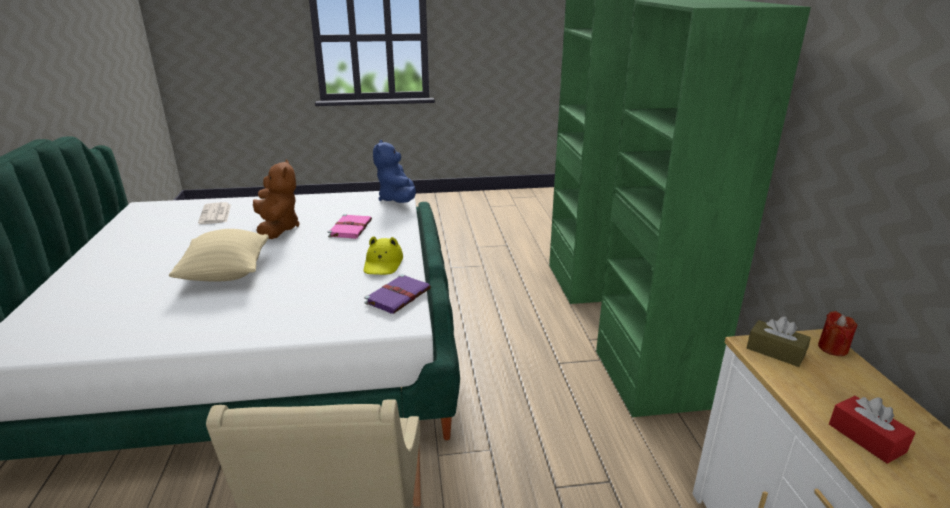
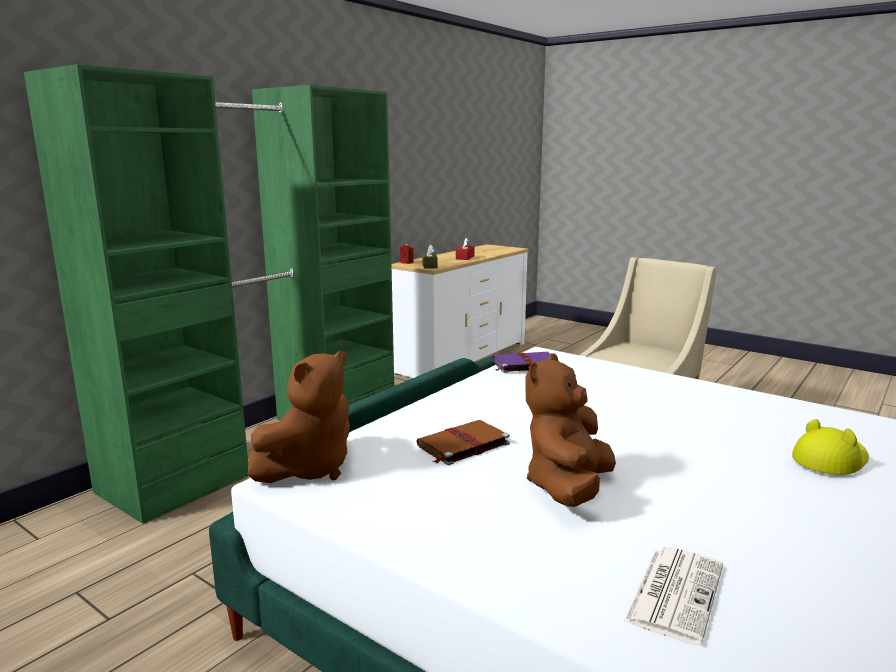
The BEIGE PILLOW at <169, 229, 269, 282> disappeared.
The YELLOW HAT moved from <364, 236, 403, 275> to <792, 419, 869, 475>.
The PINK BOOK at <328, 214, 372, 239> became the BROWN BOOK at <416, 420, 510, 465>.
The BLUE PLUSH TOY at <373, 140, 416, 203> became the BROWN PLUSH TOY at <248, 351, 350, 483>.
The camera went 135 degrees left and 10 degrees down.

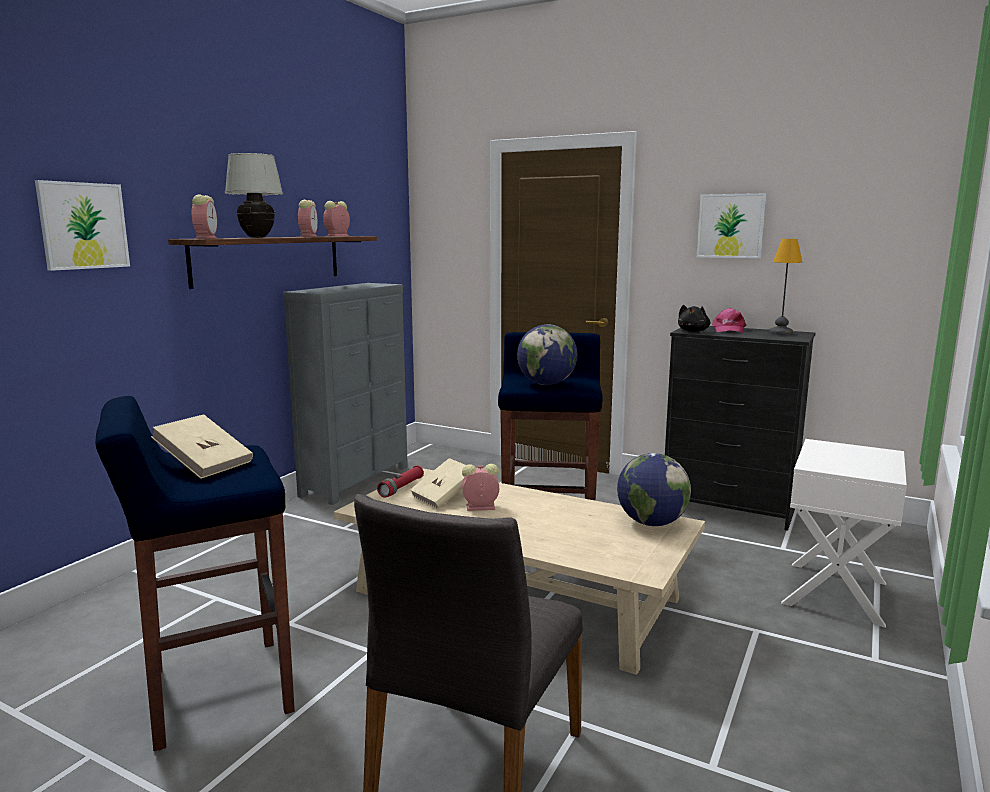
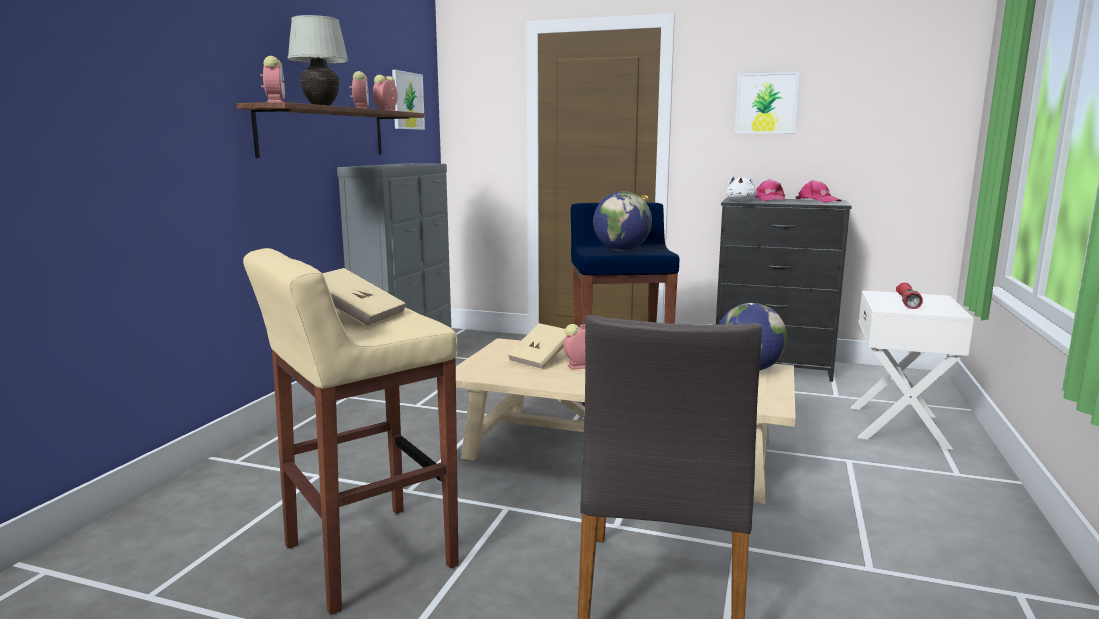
The PICTURE moved from <35, 180, 130, 271> to <392, 70, 425, 130>.
The RED FLASHLIGHT moved from <377, 465, 424, 498> to <896, 283, 923, 309>.
The TABLE LAMP at <769, 239, 802, 335> was replaced by the PINK CAP at <796, 180, 842, 203>.
The BLUE STOOL at <95, 396, 295, 751> became the BEIGE STOOL at <243, 248, 459, 615>.
The BLACK PLUSH TOY at <678, 305, 710, 332> became the WHITE PLUSH TOY at <726, 176, 757, 201>.
The camera went 10 degrees left and 0 degrees up.

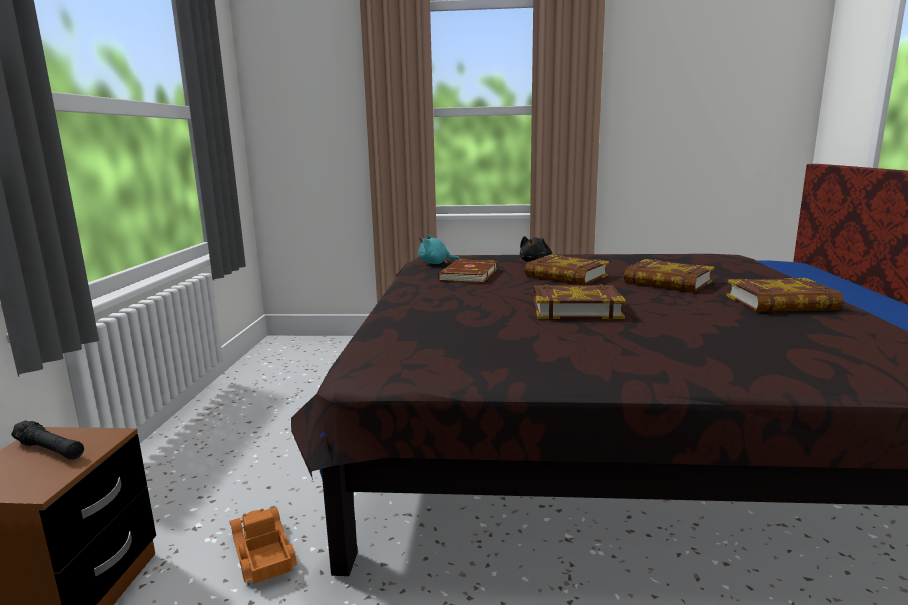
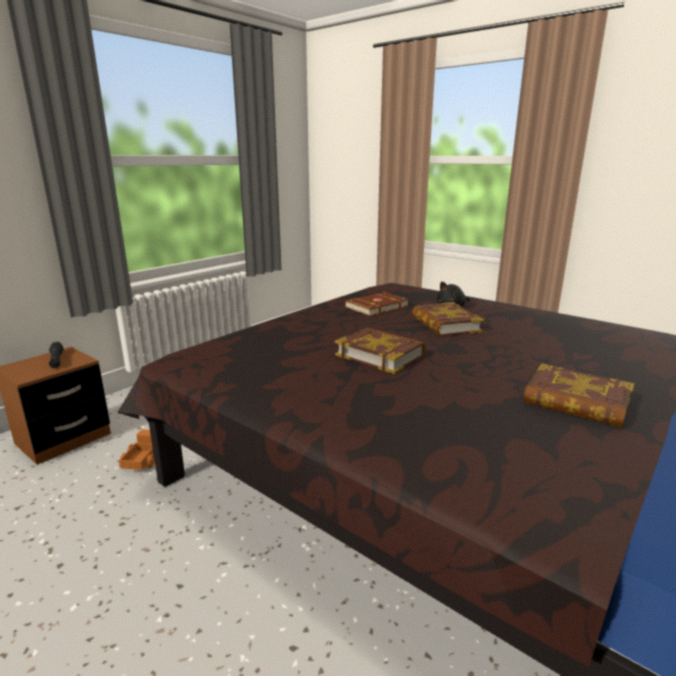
The TURQUOISE PLUSH TOY at <418, 235, 460, 264> disappeared.
The BOOK at <624, 259, 714, 292> disappeared.
The camera went 35 degrees right and 5 degrees up.

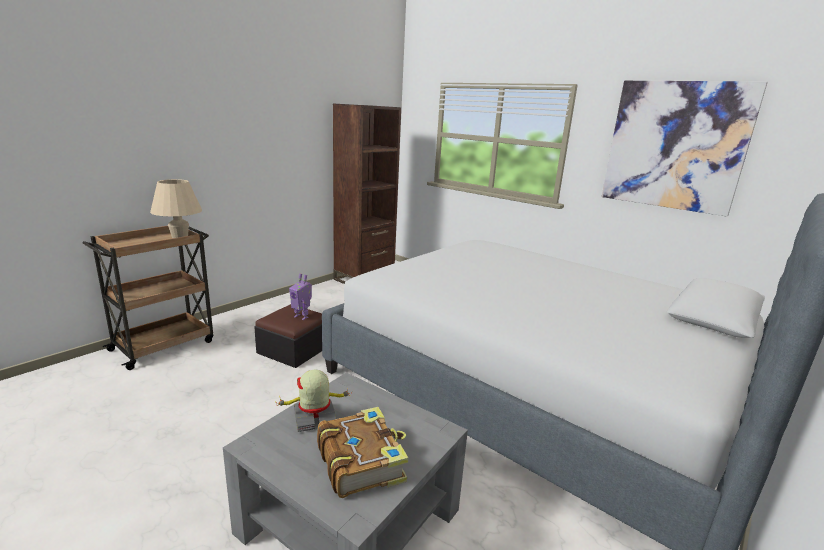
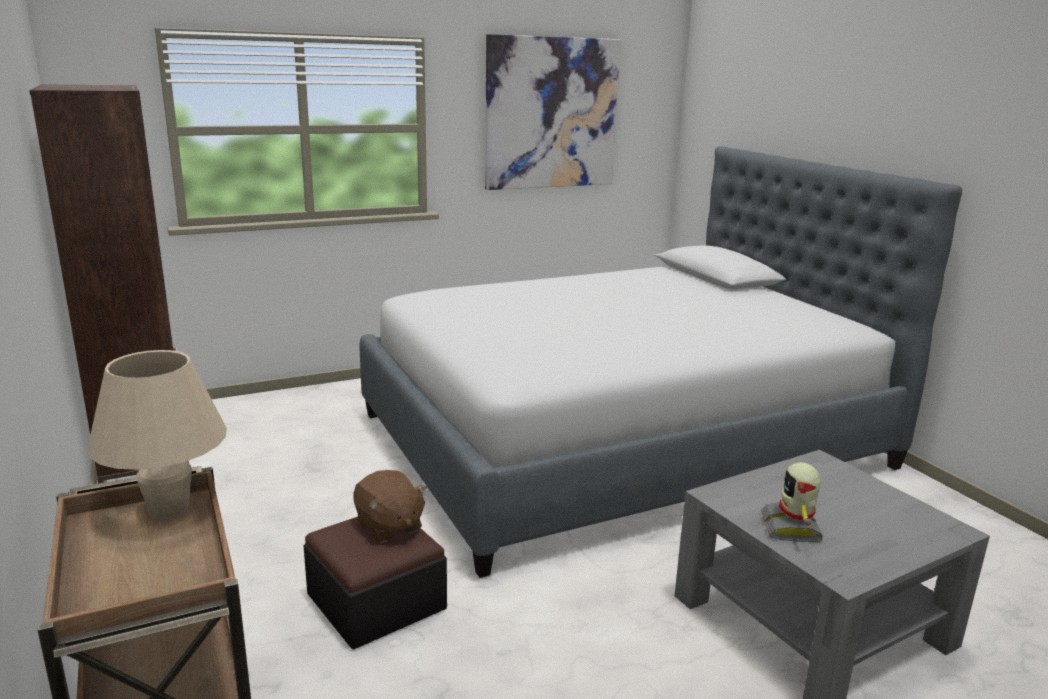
The BOOK at <317, 407, 408, 498> disappeared.
The TOY ROBOT at <289, 273, 312, 320> was replaced by the BROWN PLUSH TOY at <353, 470, 427, 543>.
The camera went 65 degrees left and 0 degrees up.

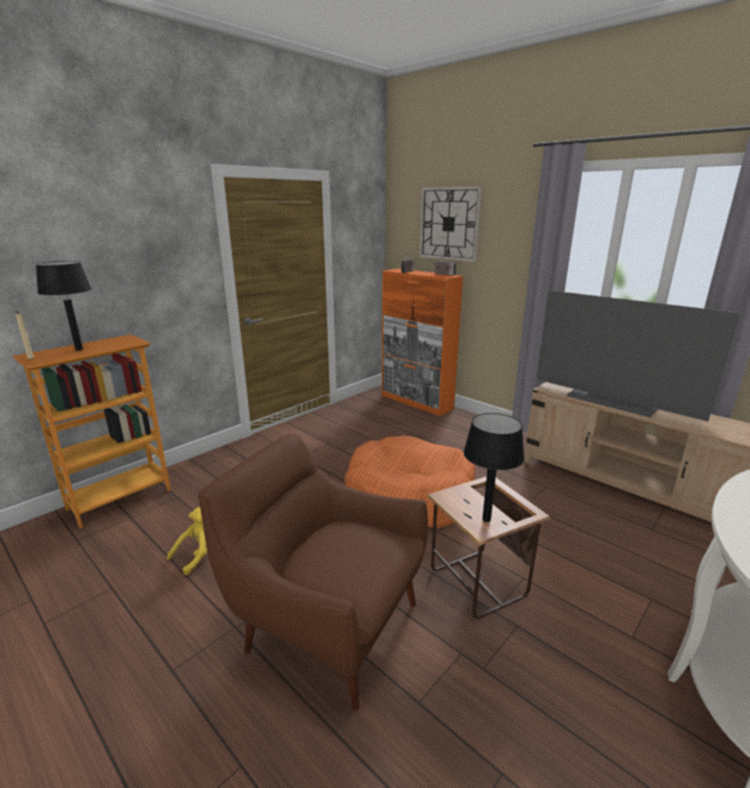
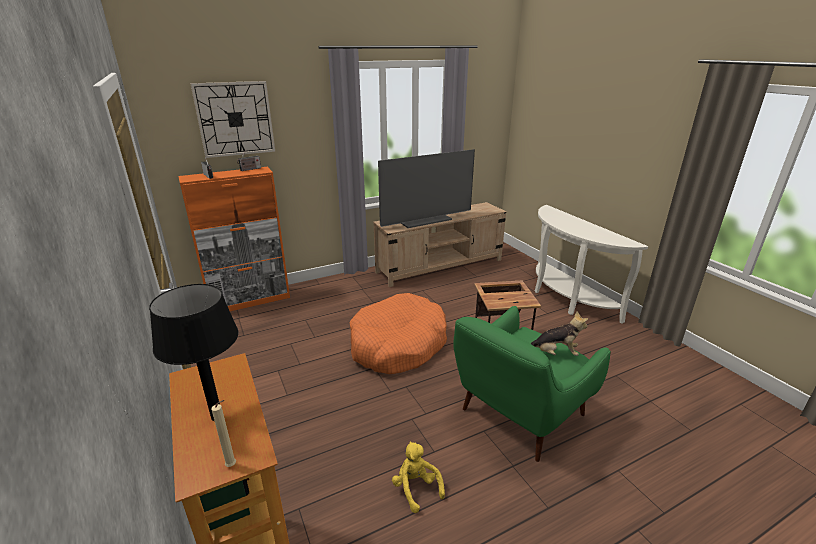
The BLACK TABLE LAMP at <463, 413, 524, 522> disappeared.
The PLUSH TOY at <531, 311, 588, 356> appeared.
The BROWN ARMCHAIR at <198, 434, 428, 711> became the GREEN ARMCHAIR at <453, 306, 611, 462>.
The camera went 70 degrees left and 5 degrees up.

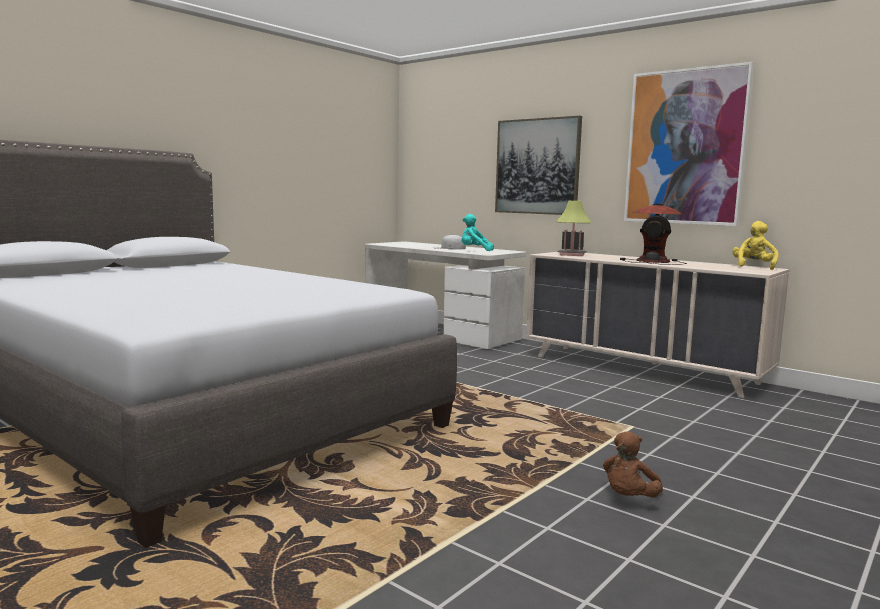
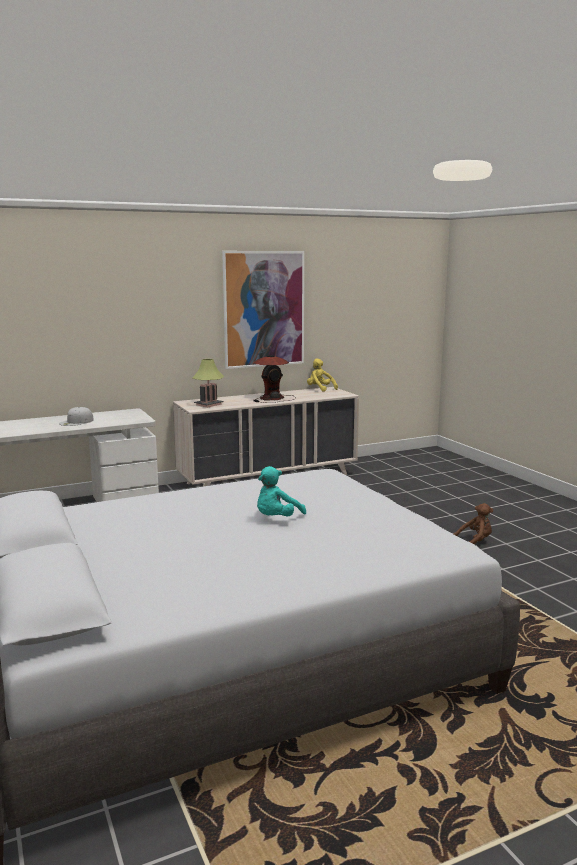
The PICTURE at <495, 116, 582, 215> disappeared.
The TURQUOISE PLUSH TOY moved from <461, 214, 494, 251> to <257, 466, 306, 516>.
The BROWN PLUSH TOY at <603, 432, 663, 498> turned 75 degrees counterclockwise.
The camera went 65 degrees left and 5 degrees up.

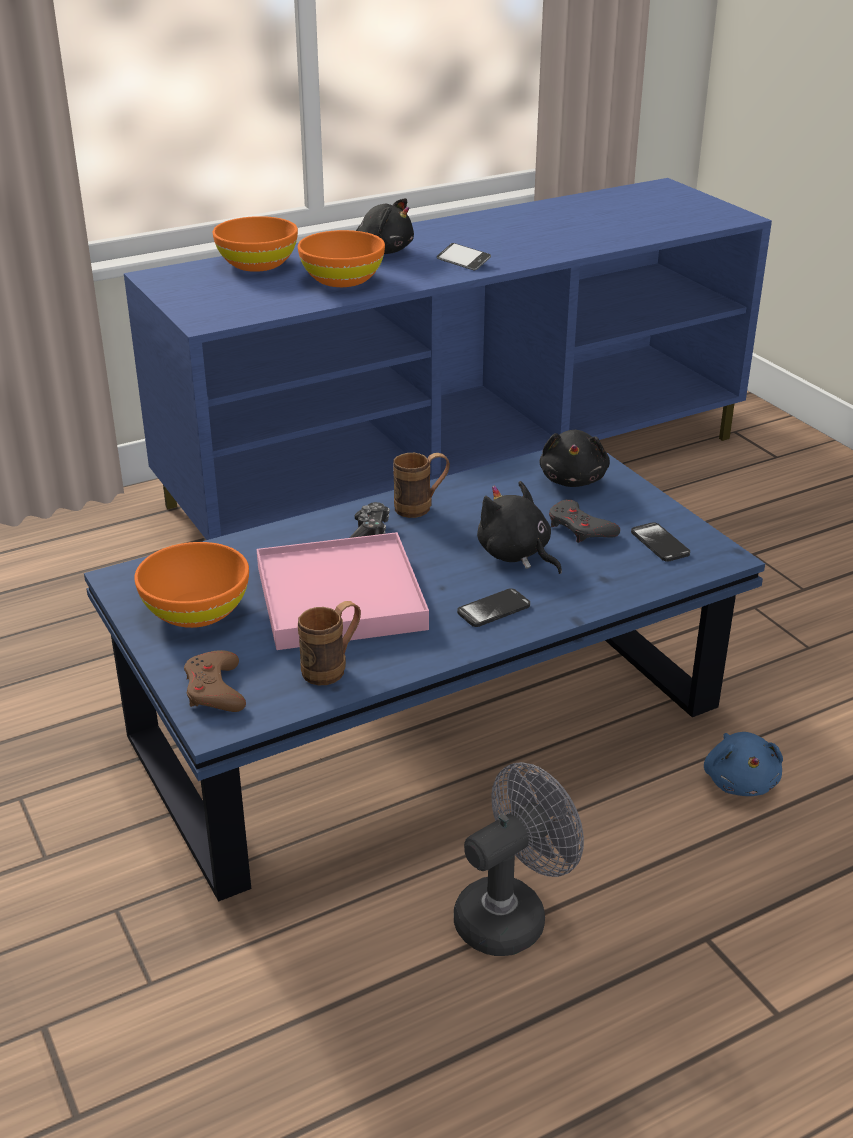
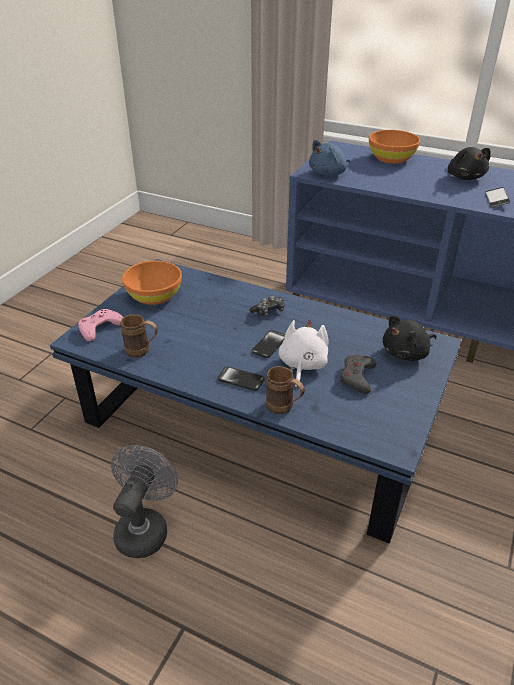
The PINK TRAY at <257, 532, 429, 650> disappeared.
The ORANGE BOWL at <298, 230, 385, 287> disappeared.
The BROWN MUG moved from <393, 453, 450, 518> to <266, 366, 305, 414>.
The PHONE moved from <631, 522, 690, 562> to <252, 330, 285, 358>.
The BLUE PLUSH TOY moved from <704, 732, 783, 796> to <309, 140, 351, 176>.
The BROWN GAME CONTROLLER at <184, 650, 246, 712> became the PINK GAME CONTROLLER at <78, 309, 123, 341>.
The BLACK PLUSH TOY at <477, 481, 562, 574> became the WHITE PLUSH TOY at <279, 319, 328, 388>.
The GREY FAN at <454, 762, 584, 956> turned 90 degrees counterclockwise.
The camera went 55 degrees right and 5 degrees up.

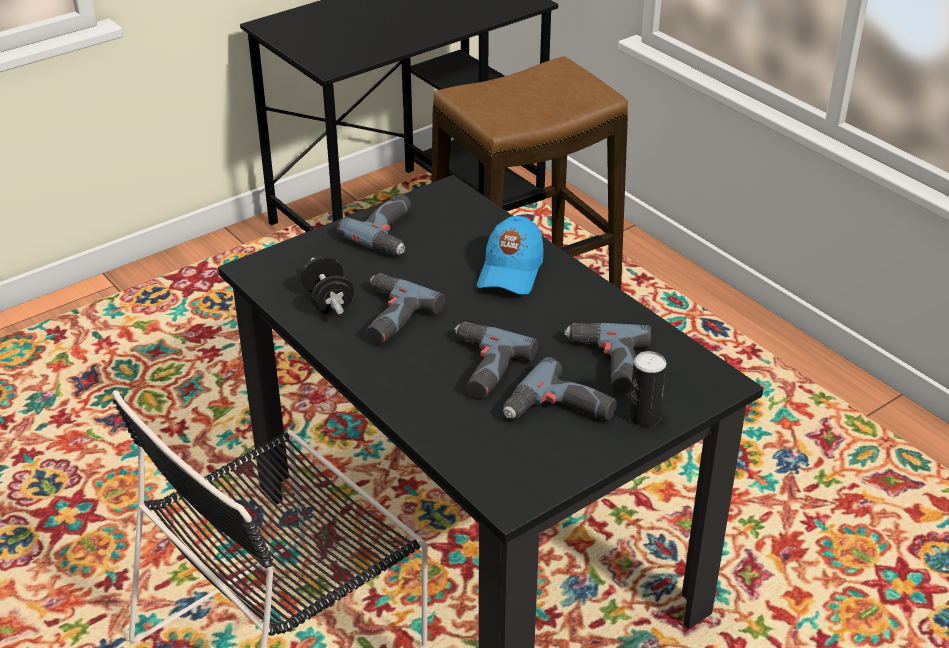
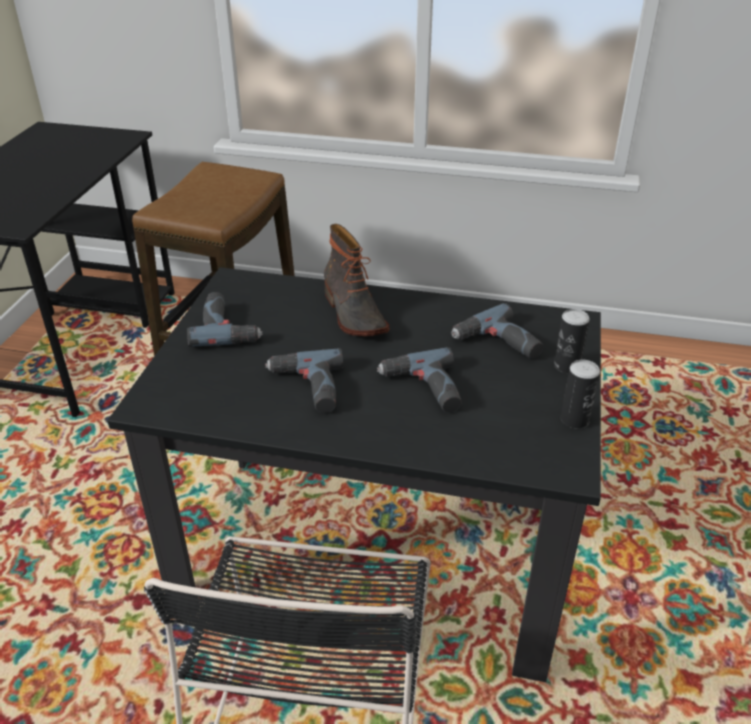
The BLACK DUMBBELL at <301, 256, 354, 314> disappeared.
The POWER DRILL at <503, 357, 617, 421> disappeared.
The CAN at <561, 359, 600, 429> appeared.
The BLUE CAP at <477, 216, 543, 295> was replaced by the BOOT at <324, 224, 389, 336>.
The camera went 40 degrees left and 0 degrees up.

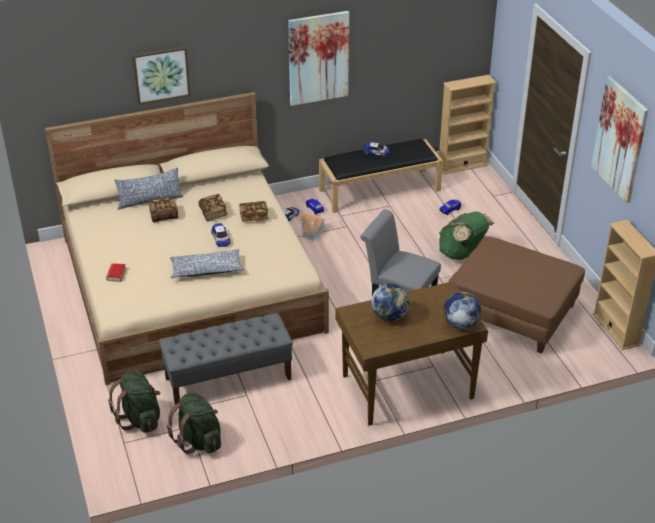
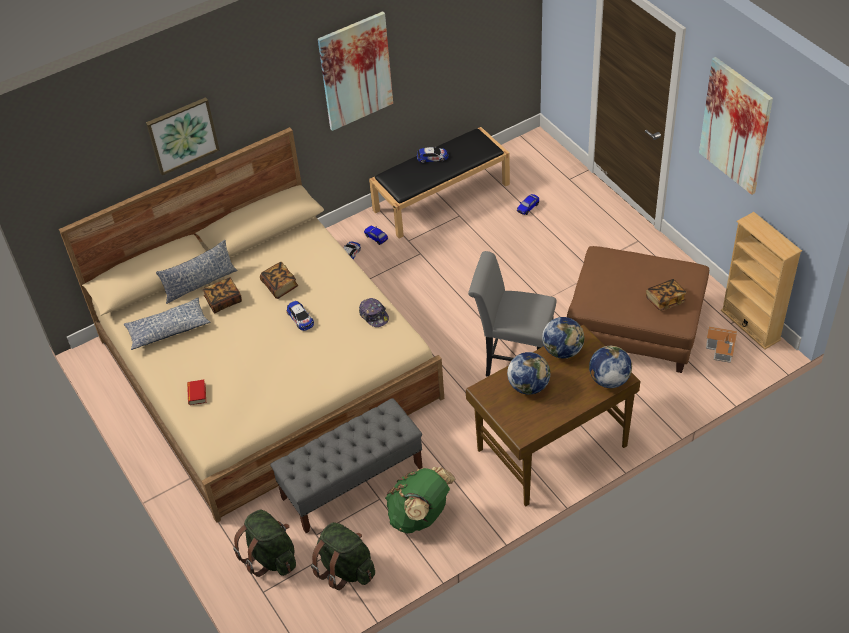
The BEIGE BOOKCASE at <439, 75, 496, 174> disappeared.
The CAP at <359, 298, 389, 327> appeared.
The GLOBE at <542, 317, 584, 359> appeared.
The PILLOW moved from <170, 249, 244, 278> to <124, 298, 210, 350>.
The BOOK moved from <239, 201, 268, 221> to <646, 279, 687, 311>.
The TOY HOUSE moved from <300, 213, 326, 241> to <706, 326, 737, 363>.
The GREEN BACKPACK moved from <439, 212, 494, 260> to <385, 467, 455, 534>.
The camera went 10 degrees left and 10 degrees up.

